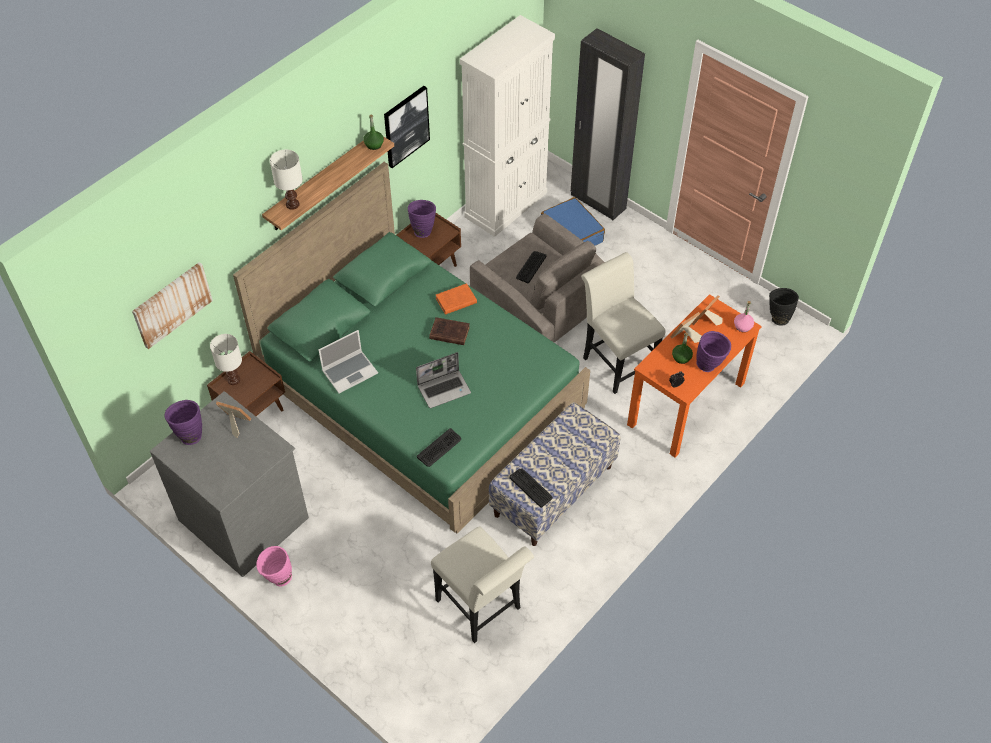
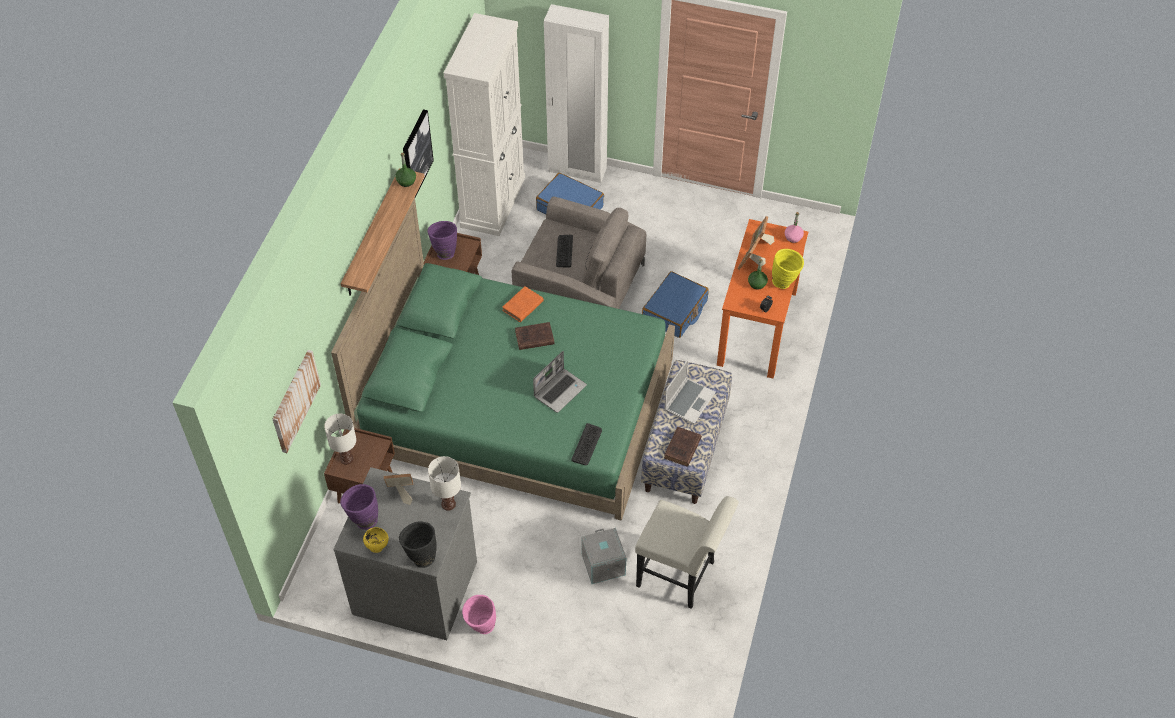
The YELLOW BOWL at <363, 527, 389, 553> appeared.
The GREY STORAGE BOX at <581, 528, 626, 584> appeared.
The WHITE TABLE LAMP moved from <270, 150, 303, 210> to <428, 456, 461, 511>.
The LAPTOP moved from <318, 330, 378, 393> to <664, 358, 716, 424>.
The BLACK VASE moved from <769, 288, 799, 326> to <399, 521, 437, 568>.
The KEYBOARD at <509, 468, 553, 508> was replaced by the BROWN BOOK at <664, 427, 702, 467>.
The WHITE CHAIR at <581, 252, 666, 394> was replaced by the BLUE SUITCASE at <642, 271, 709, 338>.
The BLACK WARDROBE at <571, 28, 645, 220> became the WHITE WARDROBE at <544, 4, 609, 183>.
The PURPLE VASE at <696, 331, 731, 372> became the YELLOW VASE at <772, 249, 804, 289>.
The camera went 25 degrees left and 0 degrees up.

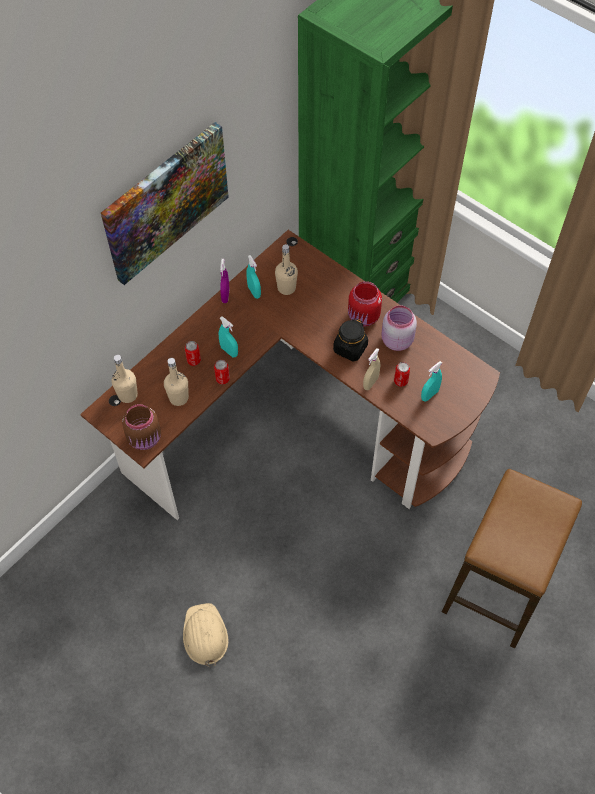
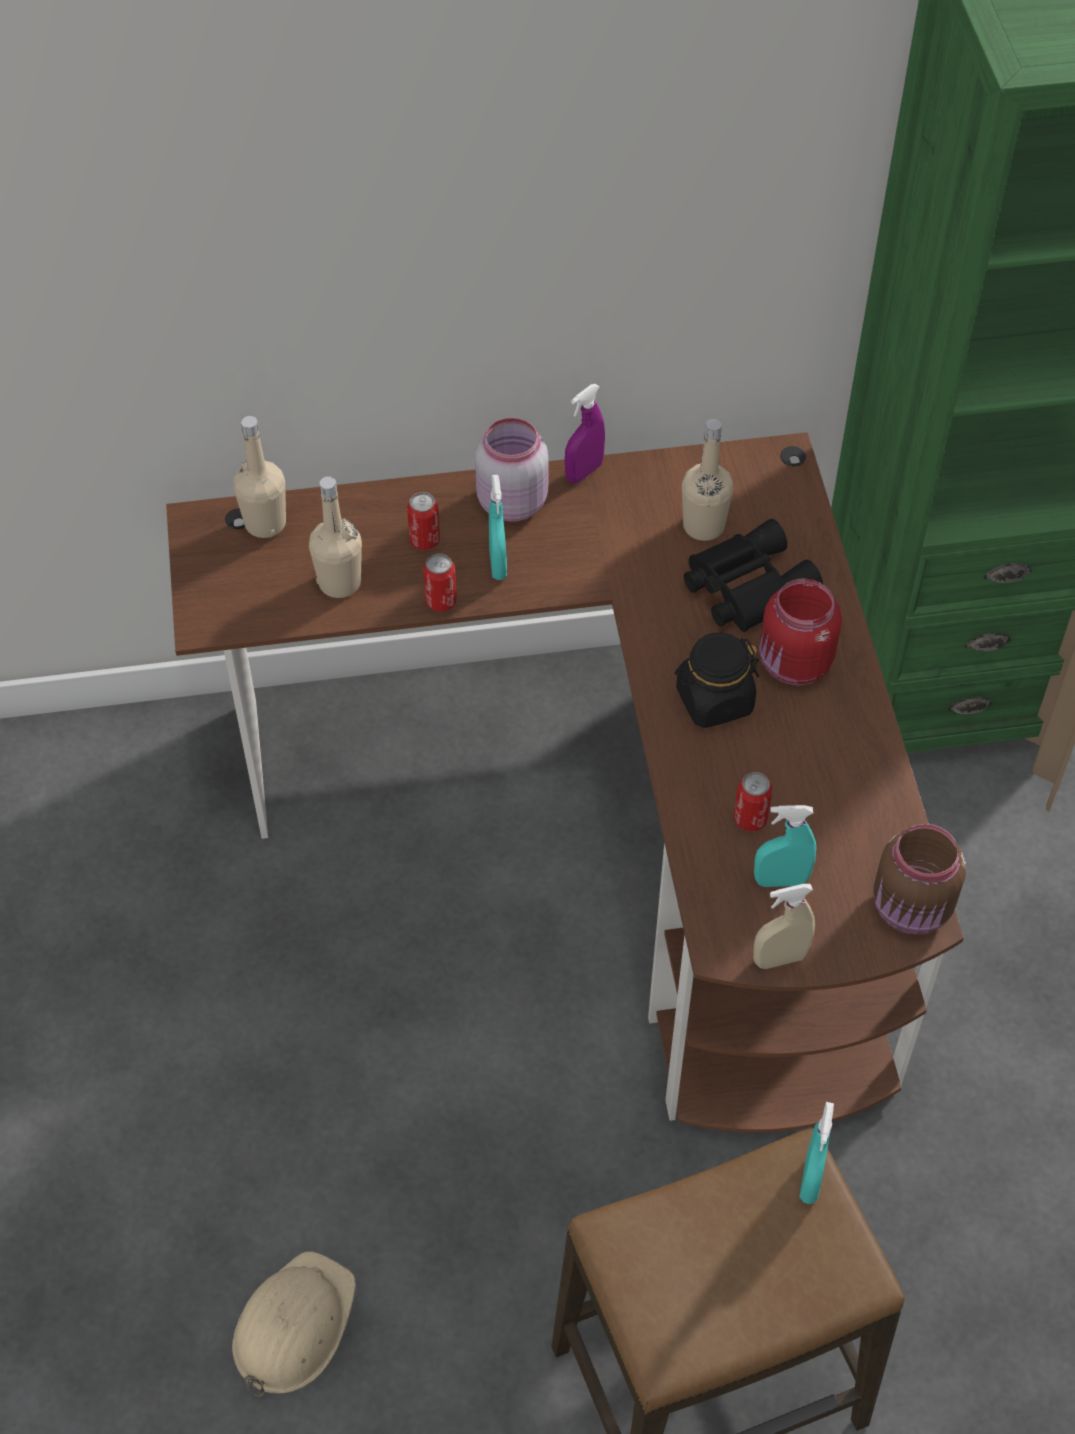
The PICTURE at <101, 122, 229, 285> disappeared.
The BLACK BINOCULARS at <684, 519, 823, 632> appeared.
The BROWN JAR moved from <122, 404, 161, 450> to <873, 824, 966, 935>.
The BEIGE HARD HAT moved from <183, 603, 229, 667> to <232, 1251, 356, 1397>.
The TURQUOISE SPRAY BOTTLE moved from <246, 255, 261, 299> to <799, 1102, 834, 1204>.
The BEIGE SPRAY BOTTLE moved from <363, 348, 380, 390> to <753, 884, 815, 969>.
The PINK JAR moved from <381, 306, 417, 351> to <475, 418, 549, 522>.
The camera went 40 degrees right and 5 degrees down.

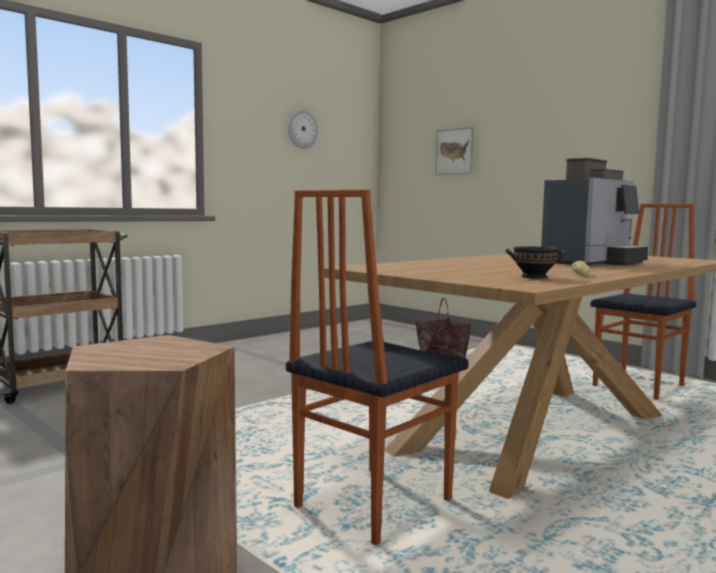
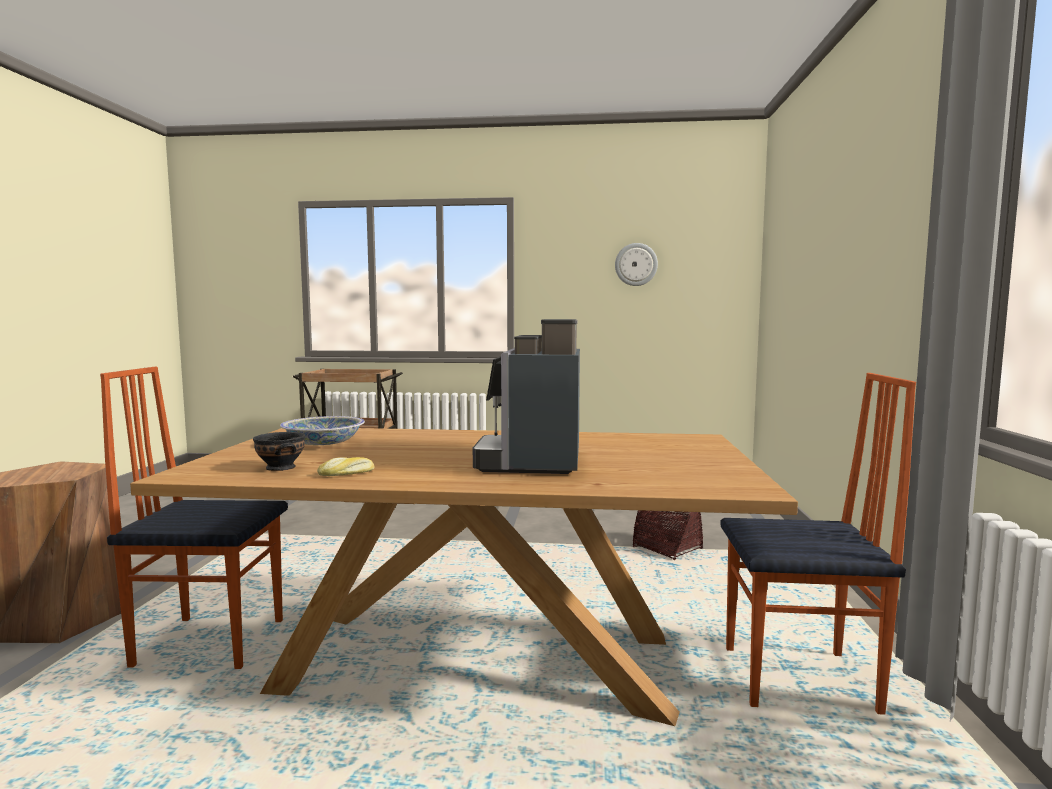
The PICTURE at <435, 127, 474, 175> disappeared.
The BOWL at <280, 416, 365, 445> appeared.
The COFFEE MACHINE at <541, 158, 648, 266> turned 90 degrees clockwise.
The camera went 50 degrees right and 0 degrees up.

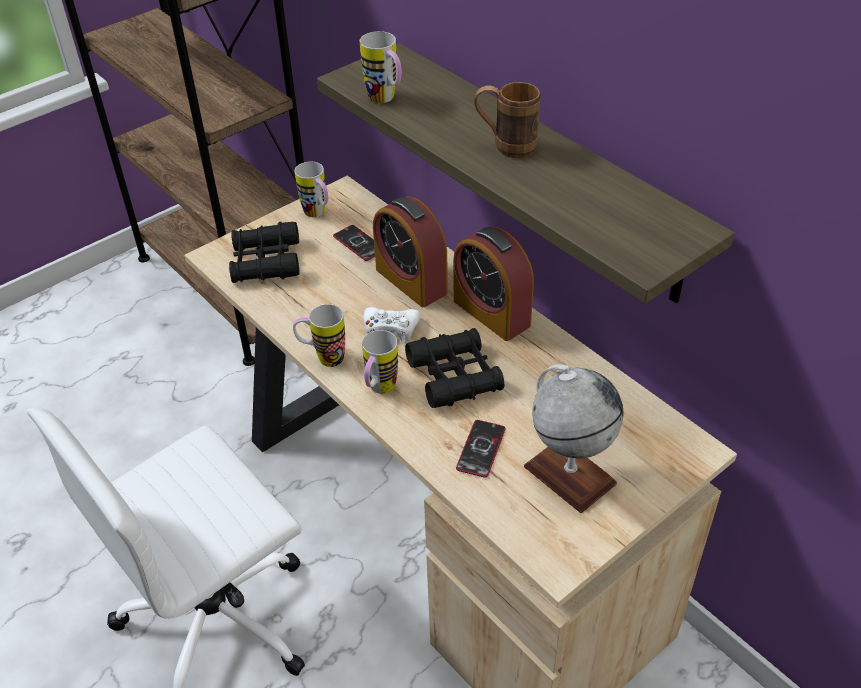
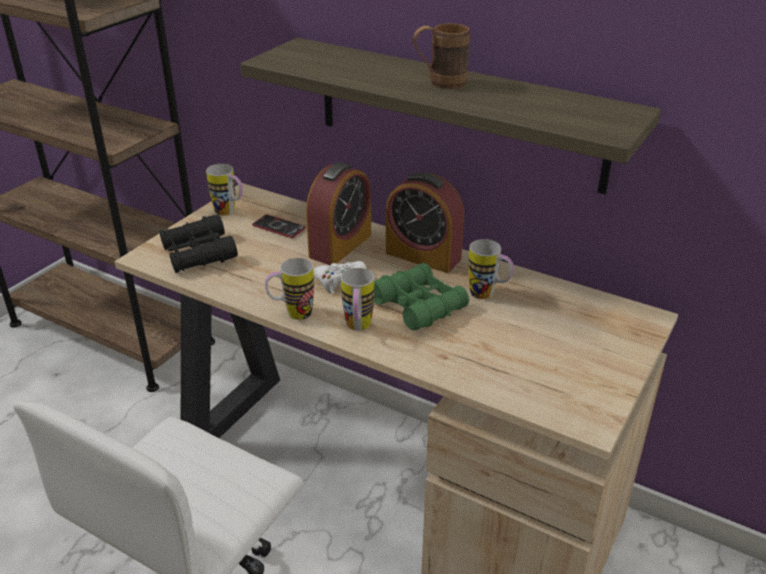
The PHONE at <456, 420, 505, 478> disappeared.
The GLOBE at <524, 364, 624, 513> disappeared.
The MUG moved from <360, 31, 402, 103> to <468, 239, 514, 299>.
The BLACK BINOCULARS at <405, 328, 505, 408> became the GREEN BINOCULARS at <374, 263, 469, 330>.
The ALARM CLOCK at <373, 196, 448, 307> turned 90 degrees counterclockwise.
The camera went 20 degrees left and 10 degrees down.

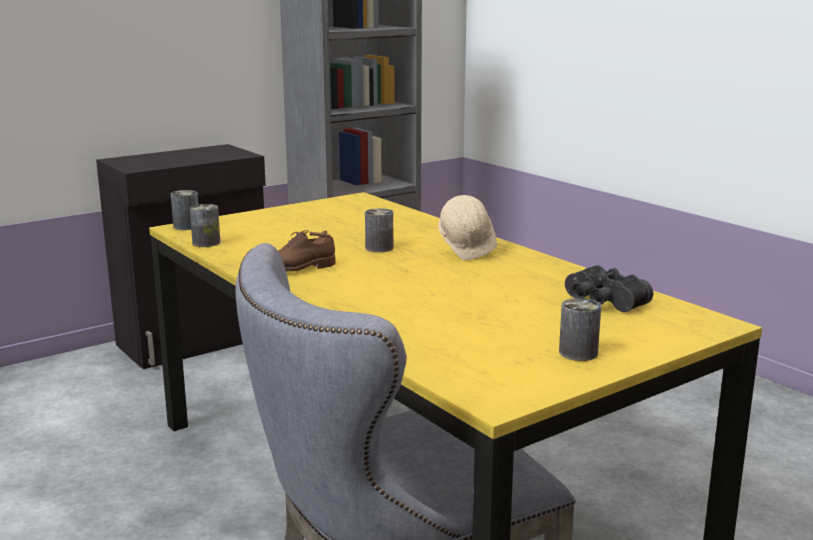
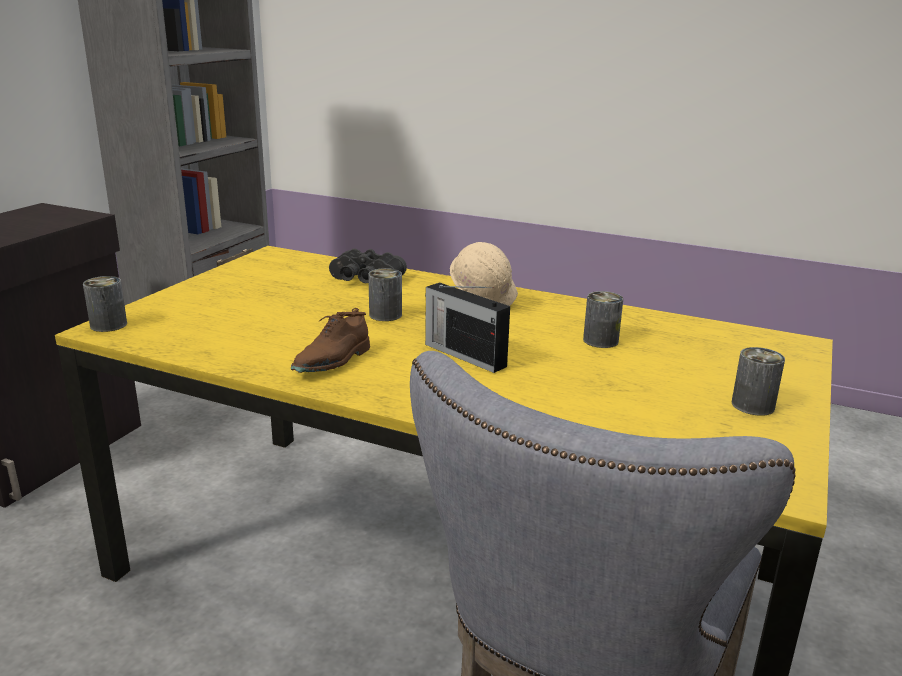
The RADIO at <425, 282, 510, 373> appeared.
The CAN moved from <190, 204, 220, 247> to <583, 291, 623, 348>.
The BLACK BINOCULARS moved from <565, 265, 653, 312> to <329, 249, 407, 283>.
The camera went 30 degrees left and 5 degrees up.

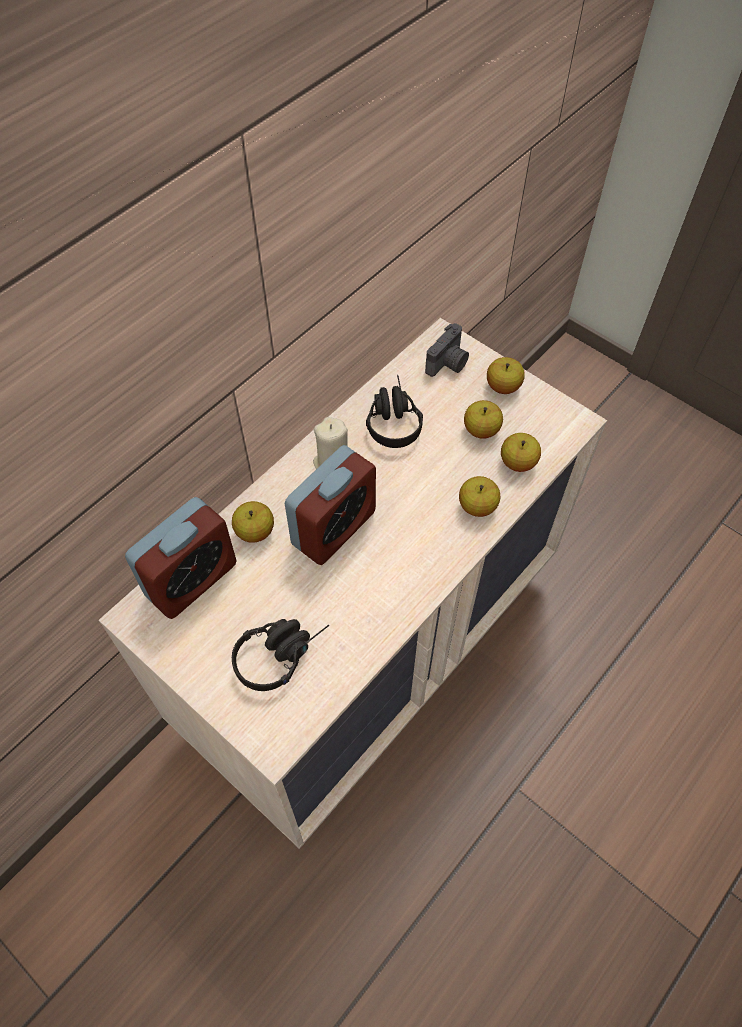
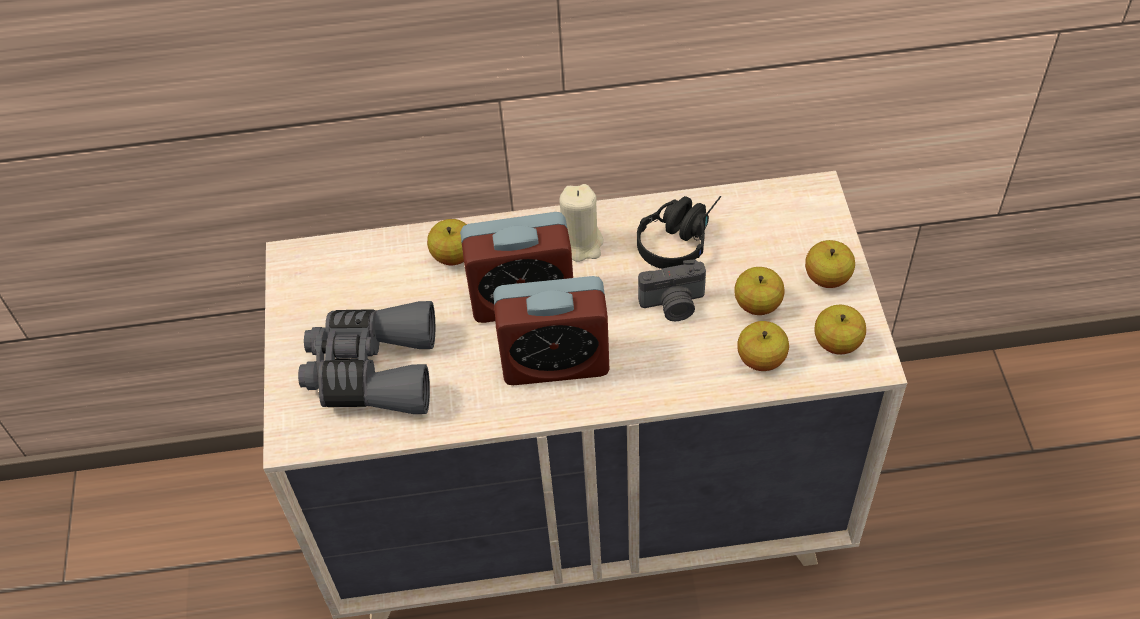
The ALARM CLOCK moved from <125, 497, 237, 619> to <493, 276, 609, 385>.
The PHOTO CAMERA moved from <425, 323, 469, 377> to <638, 259, 706, 321>.
The APPLE moved from <459, 476, 500, 517> to <814, 305, 866, 355>.
The BLACK HEADPHONES at <232, 619, 329, 691> was replaced by the GREY BINOCULARS at <298, 301, 435, 414>.
The camera went 45 degrees right and 5 degrees down.

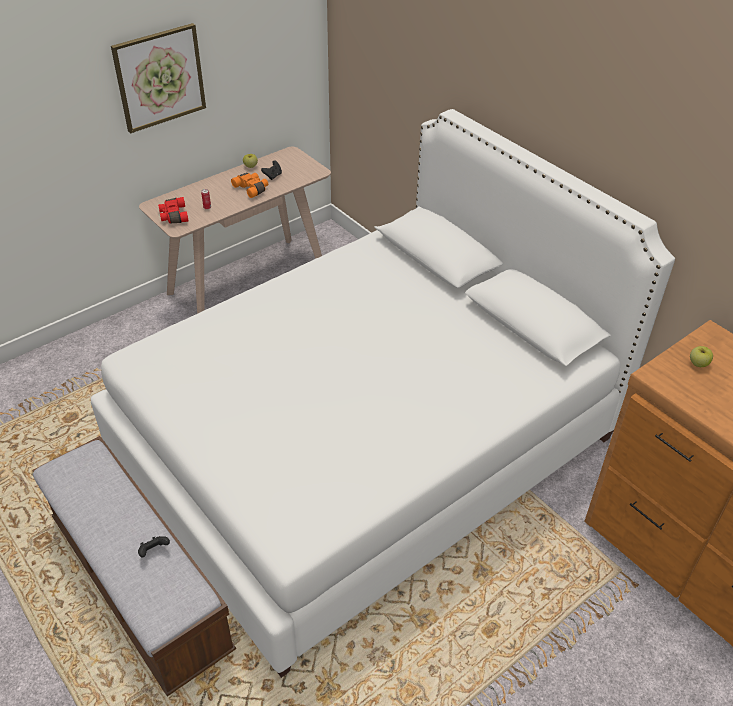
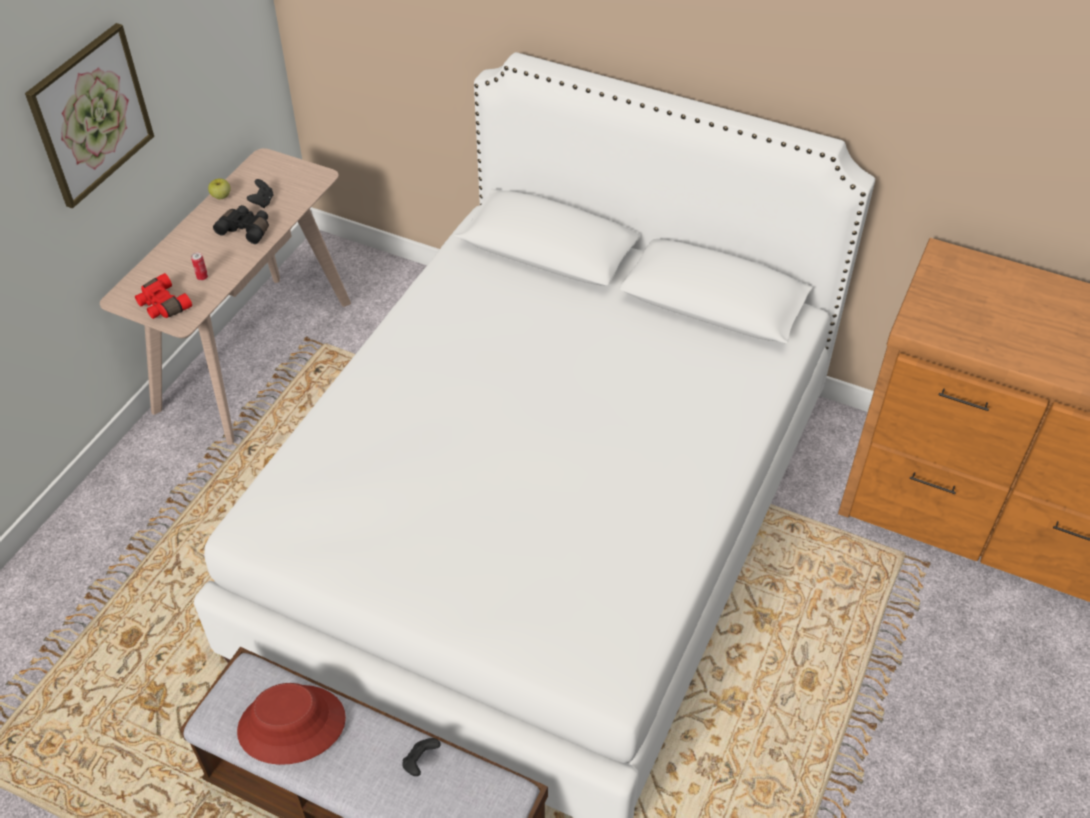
The APPLE at <690, 346, 713, 367> disappeared.
The RED HAT at <237, 683, 346, 765> appeared.
The ORANGE BINOCULARS at <231, 173, 268, 198> became the BLACK BINOCULARS at <213, 205, 269, 244>.
The camera went 25 degrees left and 5 degrees up.

